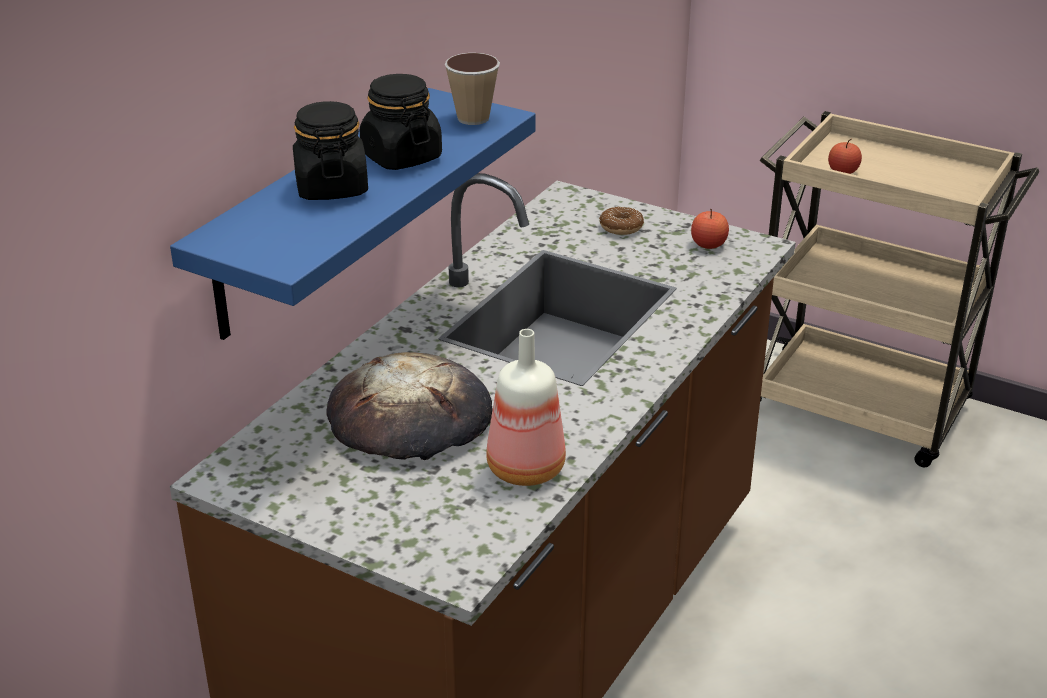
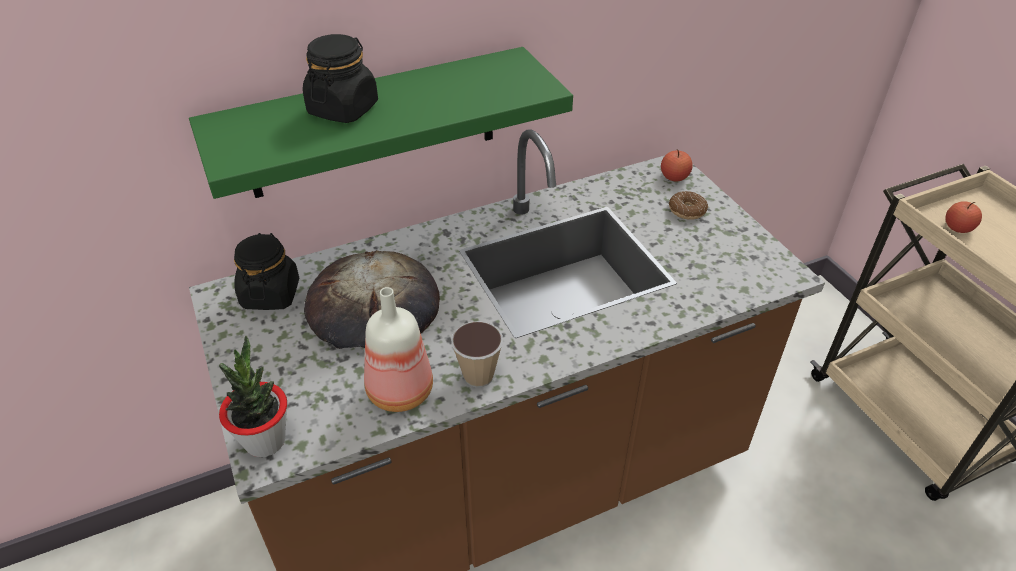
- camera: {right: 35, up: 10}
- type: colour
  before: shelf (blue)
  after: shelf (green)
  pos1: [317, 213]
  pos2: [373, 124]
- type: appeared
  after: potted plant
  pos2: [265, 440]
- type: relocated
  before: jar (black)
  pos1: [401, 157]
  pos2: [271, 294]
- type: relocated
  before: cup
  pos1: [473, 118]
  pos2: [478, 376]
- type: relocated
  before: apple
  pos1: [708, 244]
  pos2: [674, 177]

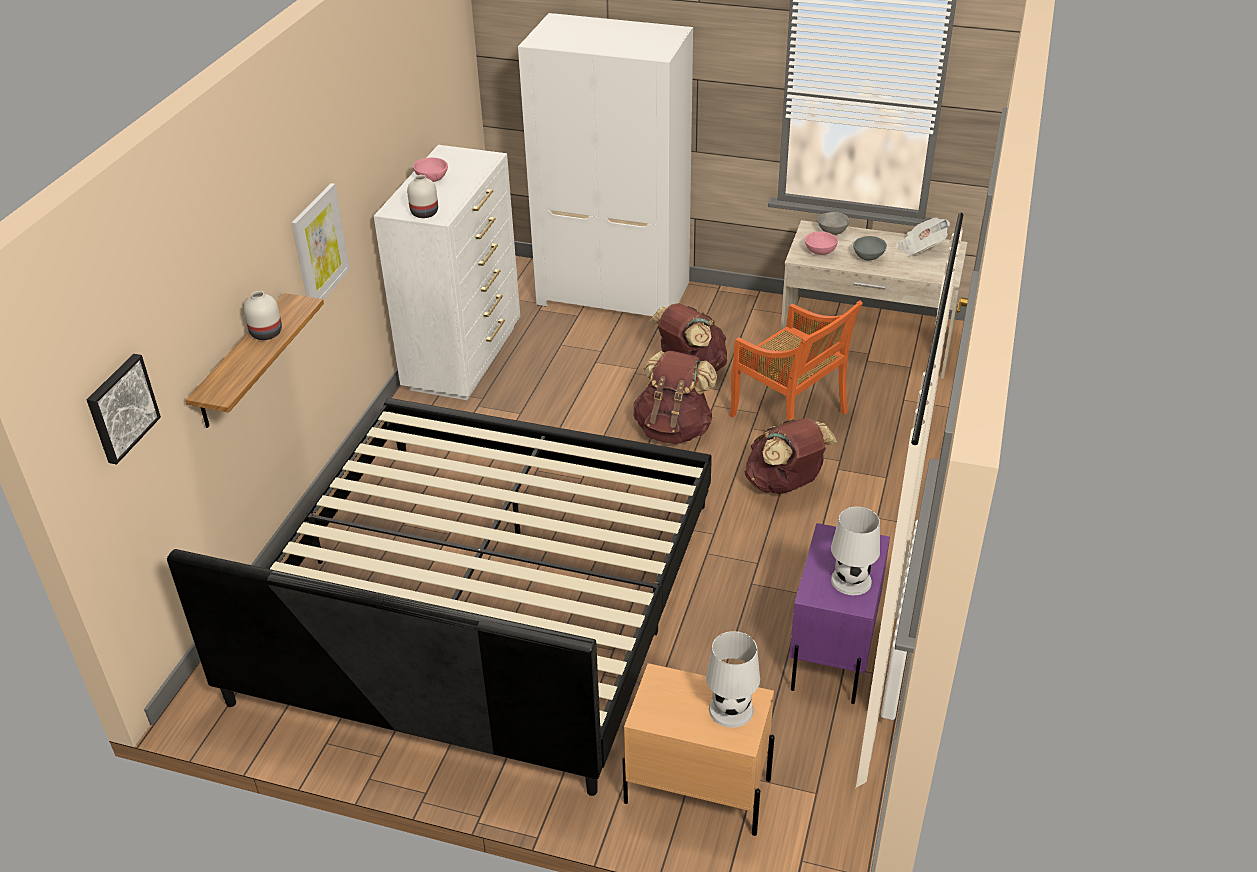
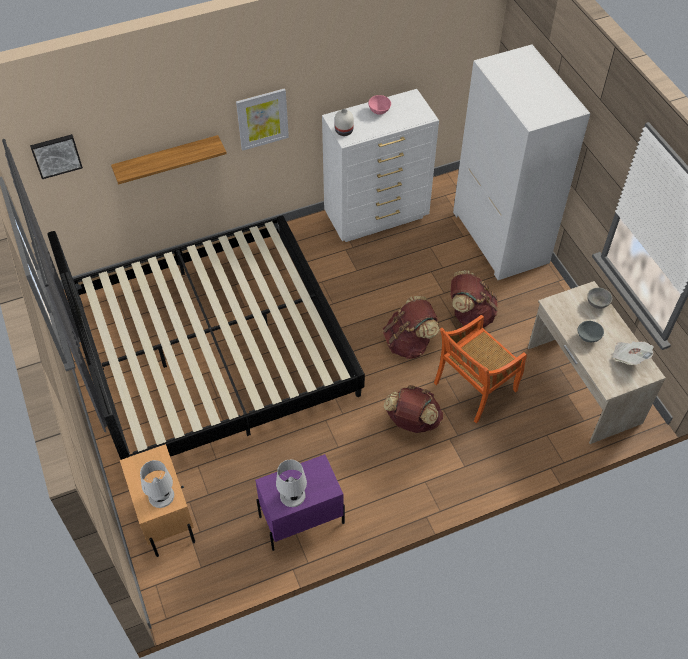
- camera: {right: 50, up: 15}
- type: spun
  before: chair (orange)
  pos1: [790, 415]
  pos2: [474, 388]
  turn: 45
- type: missing
  before: vase (white)
  pos1: [266, 334]
- type: missing
  before: bowl (pink)
  pos1: [820, 252]

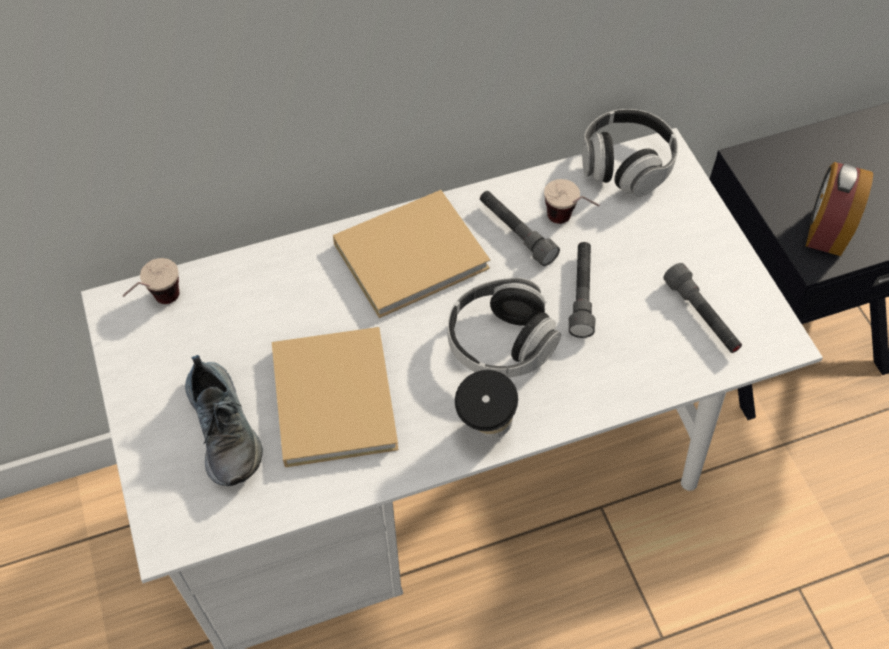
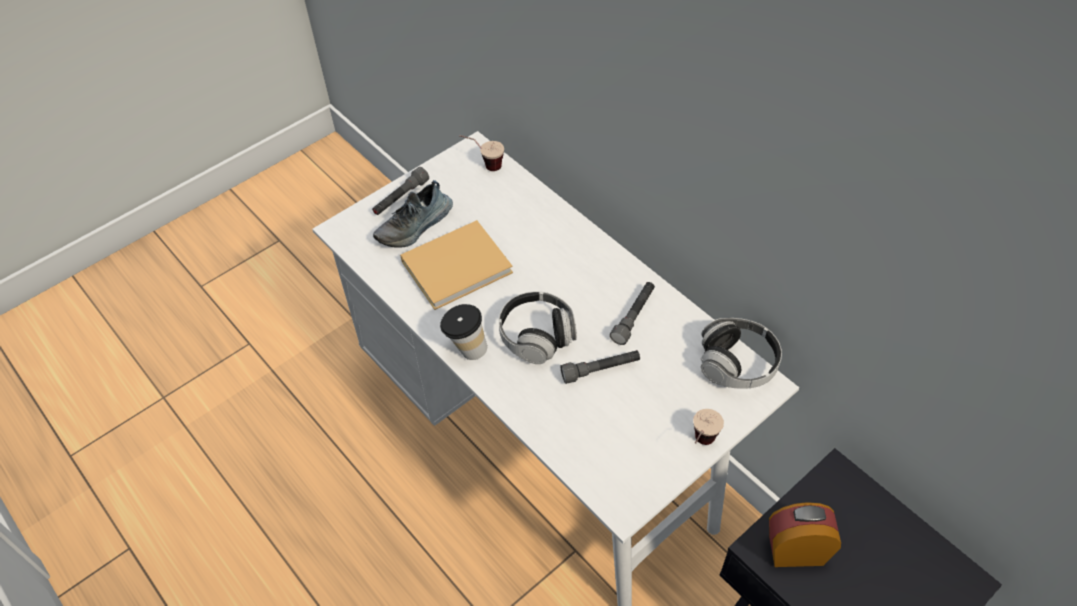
- camera: {right: 70, up: -5}
- type: relocated
  before: flashlight (grey)
  pos1: [701, 316]
  pos2: [400, 198]
- type: relocated
  before: cup
  pos1: [569, 223]
  pos2: [700, 446]
- type: missing
  before: book (beige)
  pos1: [415, 254]

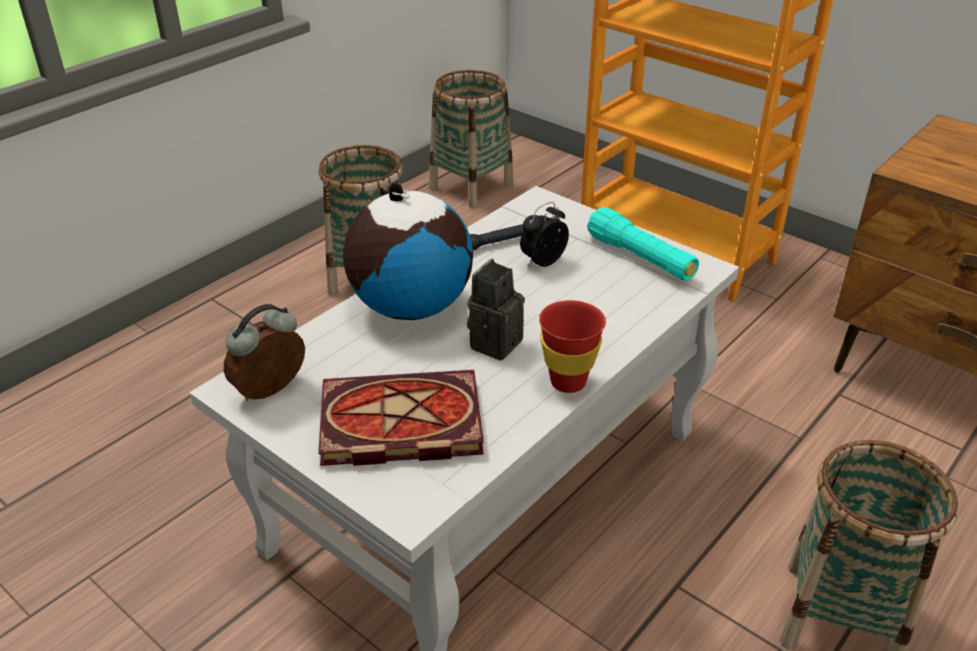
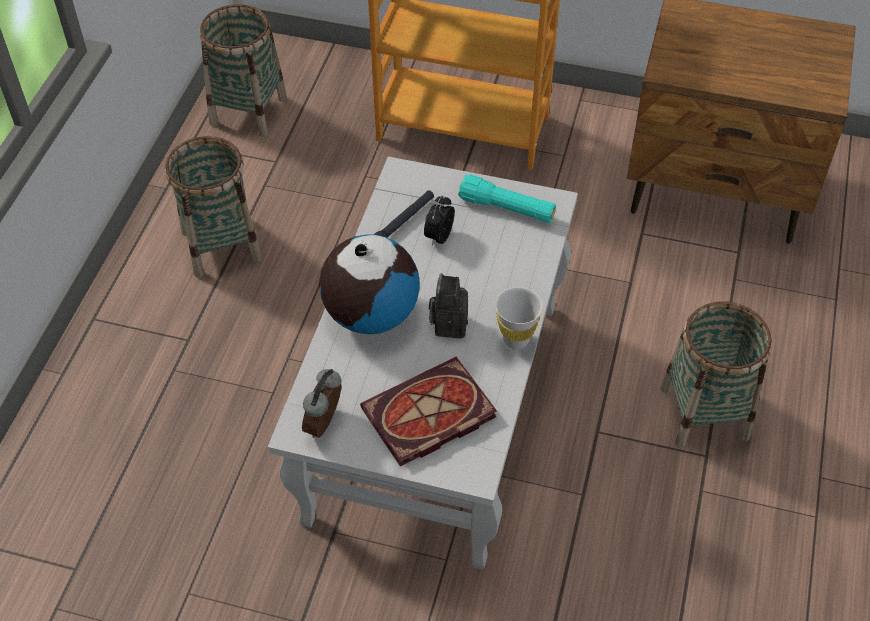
- camera: {right: -25, up: 15}
- type: colour
  before: cup (red)
  after: cup (white)
  pos1: [568, 382]
  pos2: [516, 339]

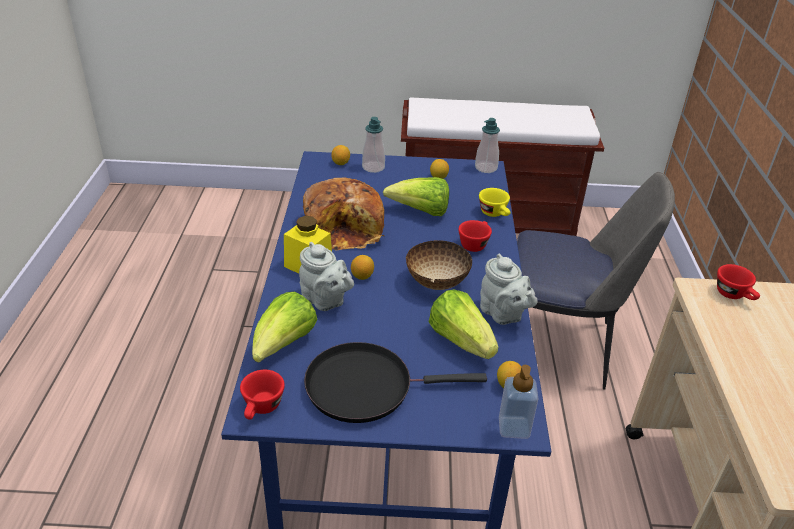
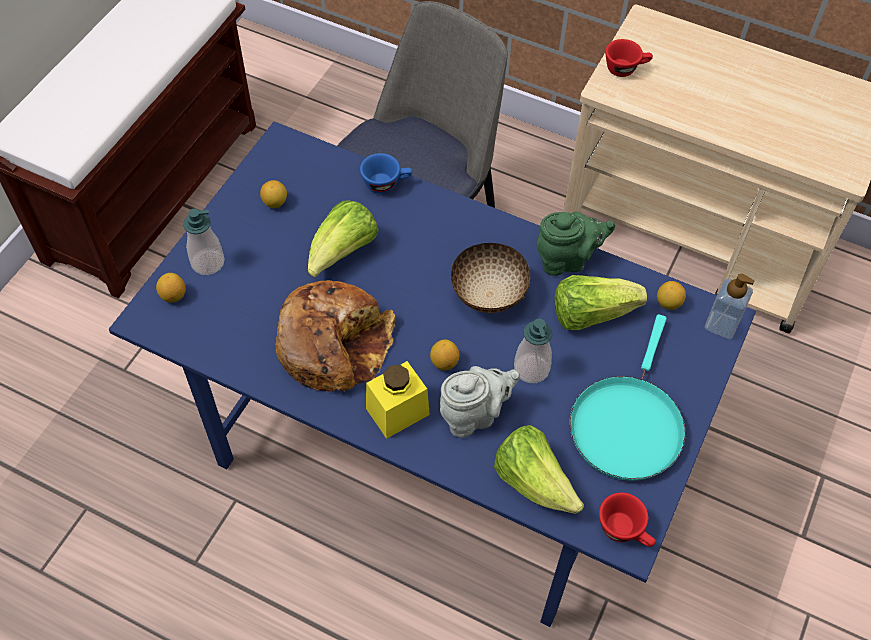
- camera: {right: -65, up: 20}
- type: colour
  before: cup (yellow)
  after: cup (blue)
  pos1: [495, 214]
  pos2: [386, 183]
- type: relocated
  before: soap dispenser
  pos1: [486, 168]
  pos2: [531, 369]
- type: colour
  before: teapot (grey)
  after: teapot (green)
  pos1: [503, 315]
  pos2: [567, 260]
- type: colour
  before: frying pan (black)
  after: frying pan (turquoise)
  pos1: [366, 386]
  pos2: [626, 424]
- type: missing
  before: cup (red)
  pos1: [474, 243]

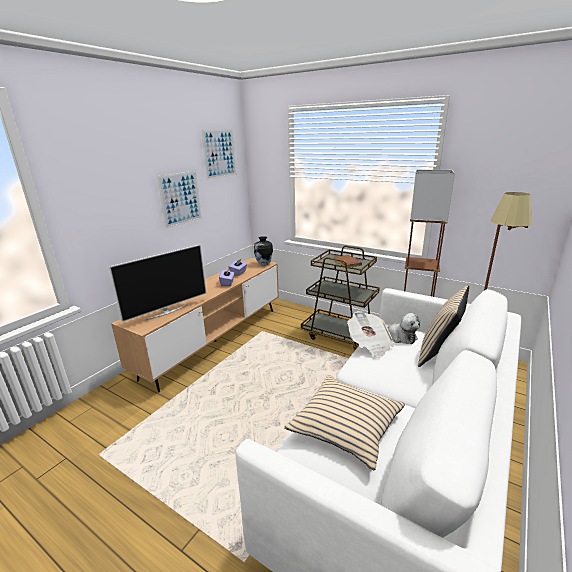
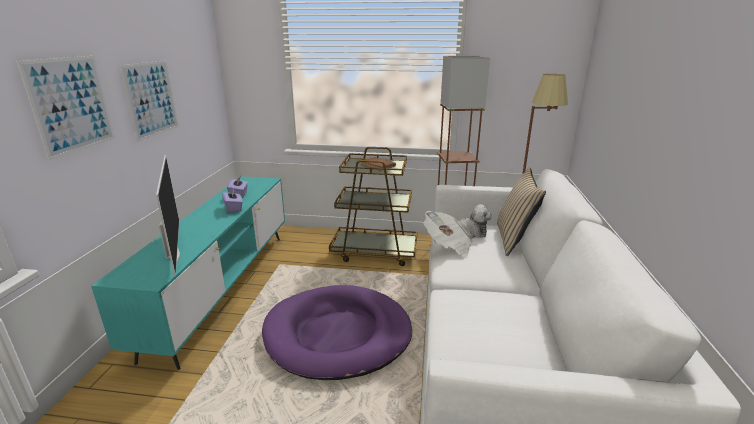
- camera: {right: -25, up: 0}
- type: relocated
  before: picture
  pos1: [219, 154]
  pos2: [72, 105]
- type: colour
  before: tv stand (brown)
  after: tv stand (turquoise)
  pos1: [215, 341]
  pos2: [224, 288]
- type: spun
  before: television
  pos1: [166, 312]
  pos2: [173, 256]
  turn: -45
- type: appeared
  after: dog bed (purple)
  pos2: [338, 334]
- type: missing
  before: vase
  pos1: [264, 264]
- type: missing
  before: pillow (beige)
  pos1: [346, 425]

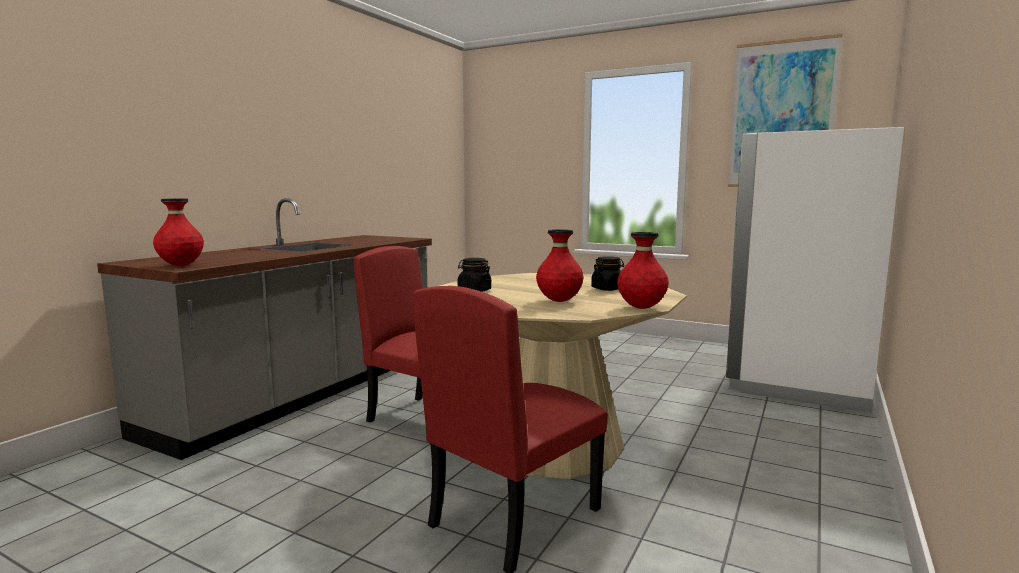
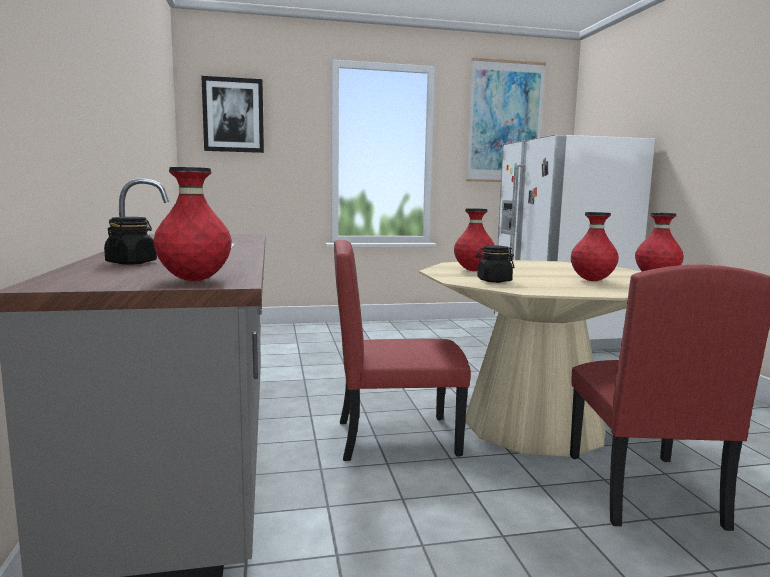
- camera: {right: -40, up: 0}
- type: relocated
  before: jar (black)
  pos1: [608, 289]
  pos2: [131, 262]
- type: appeared
  after: picture
  pos2: [233, 115]
- type: appeared
  after: vase (red)
  pos2: [473, 271]

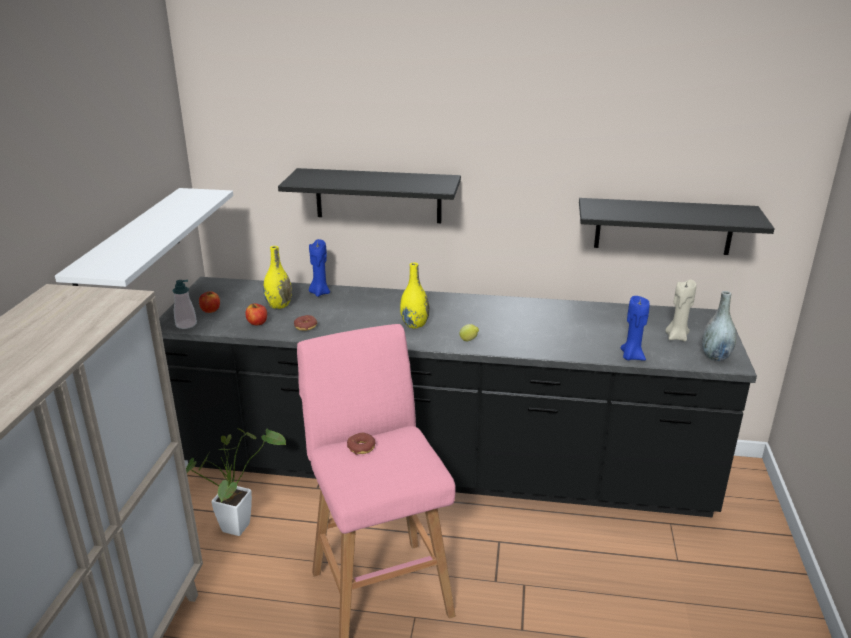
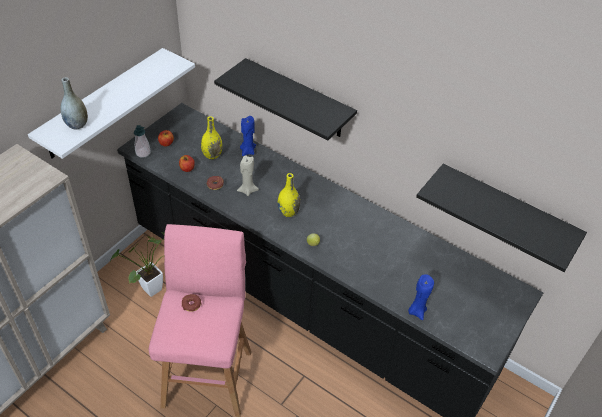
- camera: {right: 25, up: 20}
- type: relocated
  before: vase (grey)
  pos1: [715, 357]
  pos2: [77, 125]
- type: relocated
  before: candle (beige)
  pos1: [676, 337]
  pos2: [247, 190]

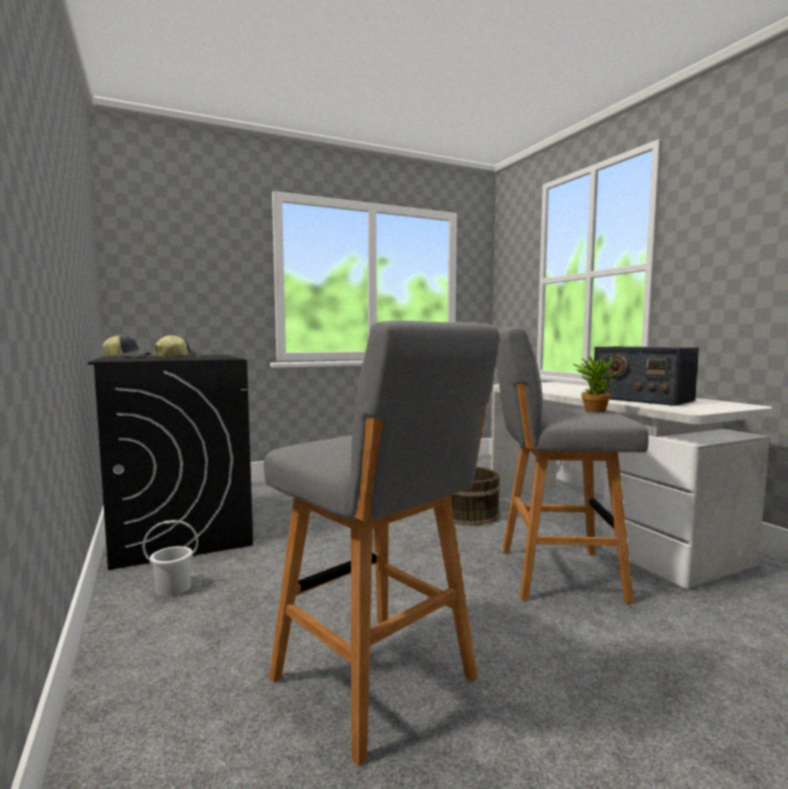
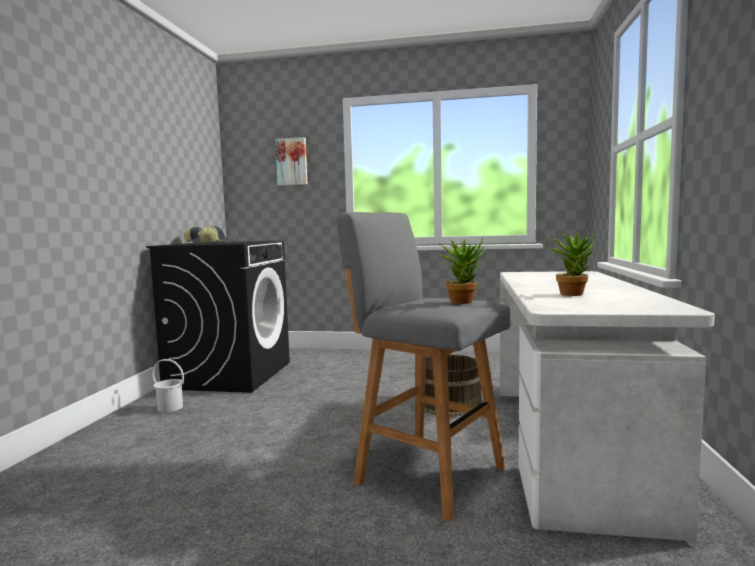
- camera: {right: 35, up: 0}
- type: appeared
  after: picture
  pos2: [292, 162]
- type: exchanged
  before: radio
  after: potted plant
  pos1: [641, 399]
  pos2: [573, 294]
- type: missing
  before: stool (grey)
  pos1: [378, 682]

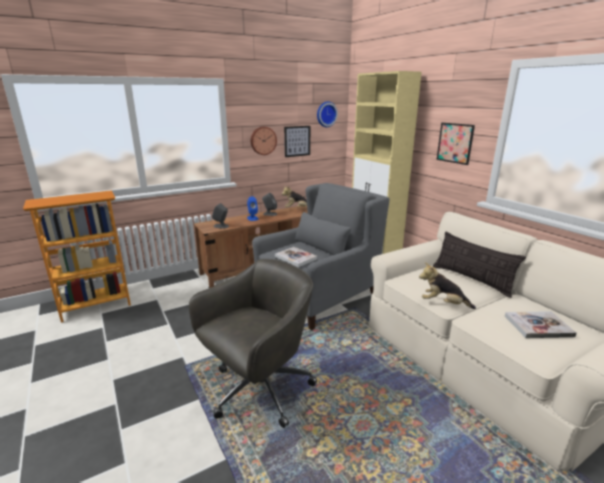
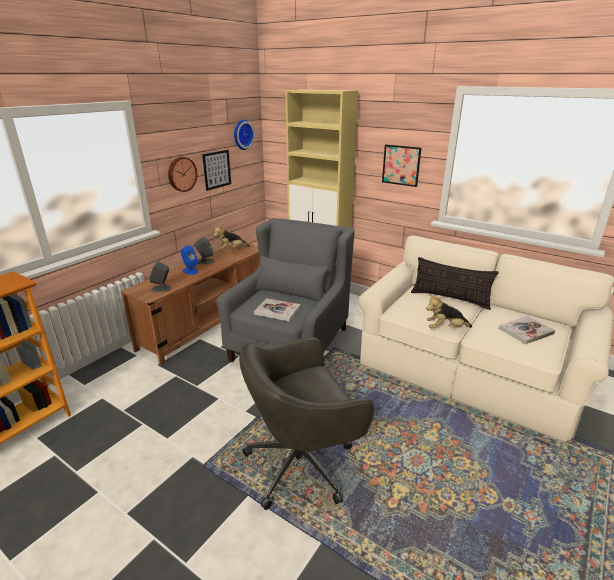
- camera: {right: -25, up: 5}
- type: spun
  before: office chair (grey)
  pos1: [259, 390]
  pos2: [303, 463]
  turn: -135

